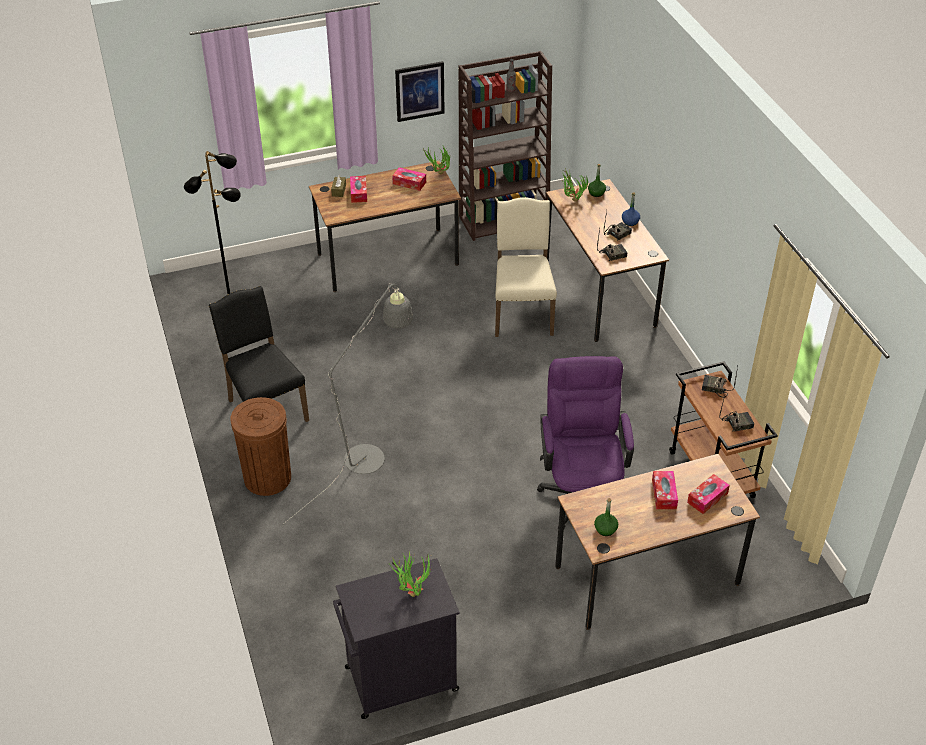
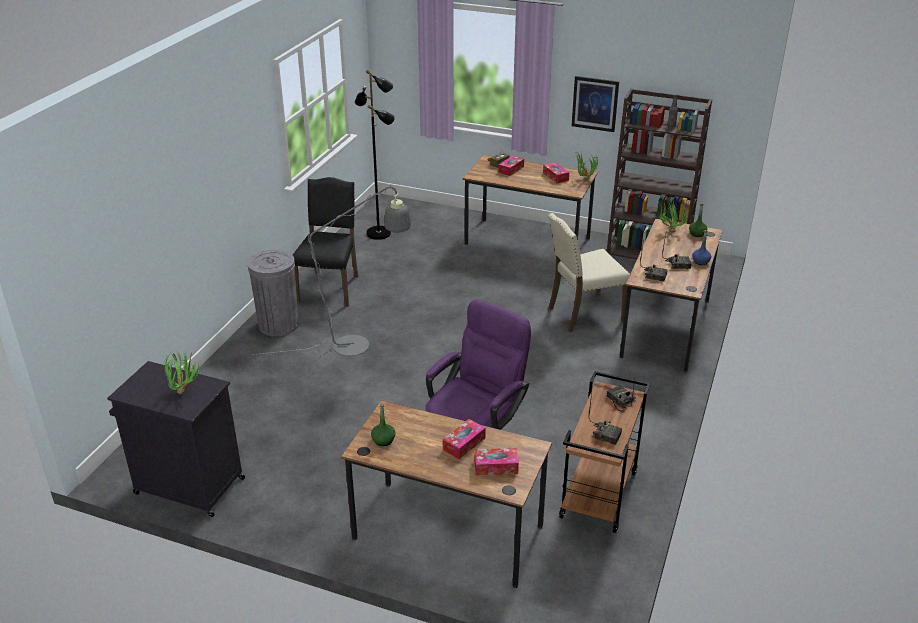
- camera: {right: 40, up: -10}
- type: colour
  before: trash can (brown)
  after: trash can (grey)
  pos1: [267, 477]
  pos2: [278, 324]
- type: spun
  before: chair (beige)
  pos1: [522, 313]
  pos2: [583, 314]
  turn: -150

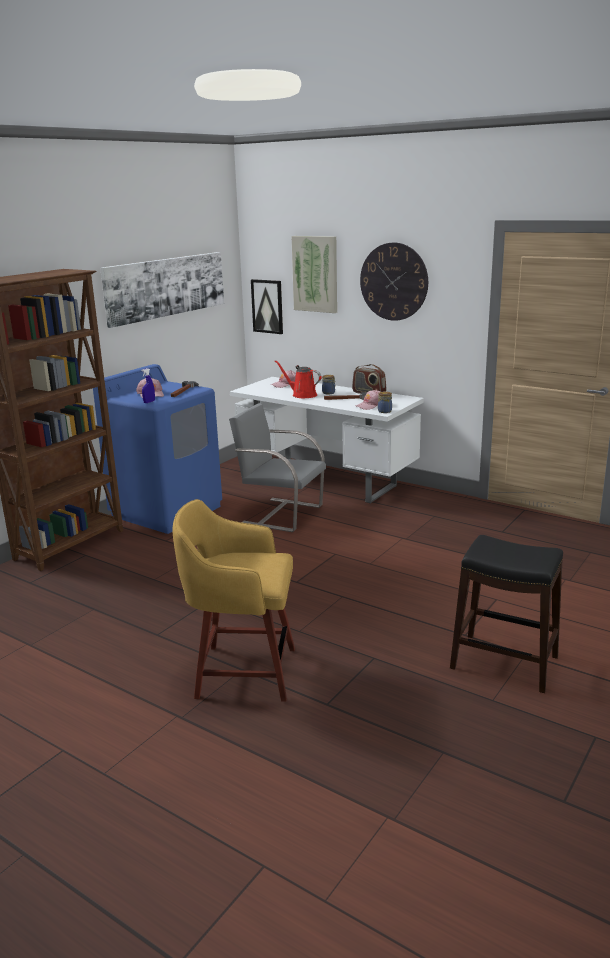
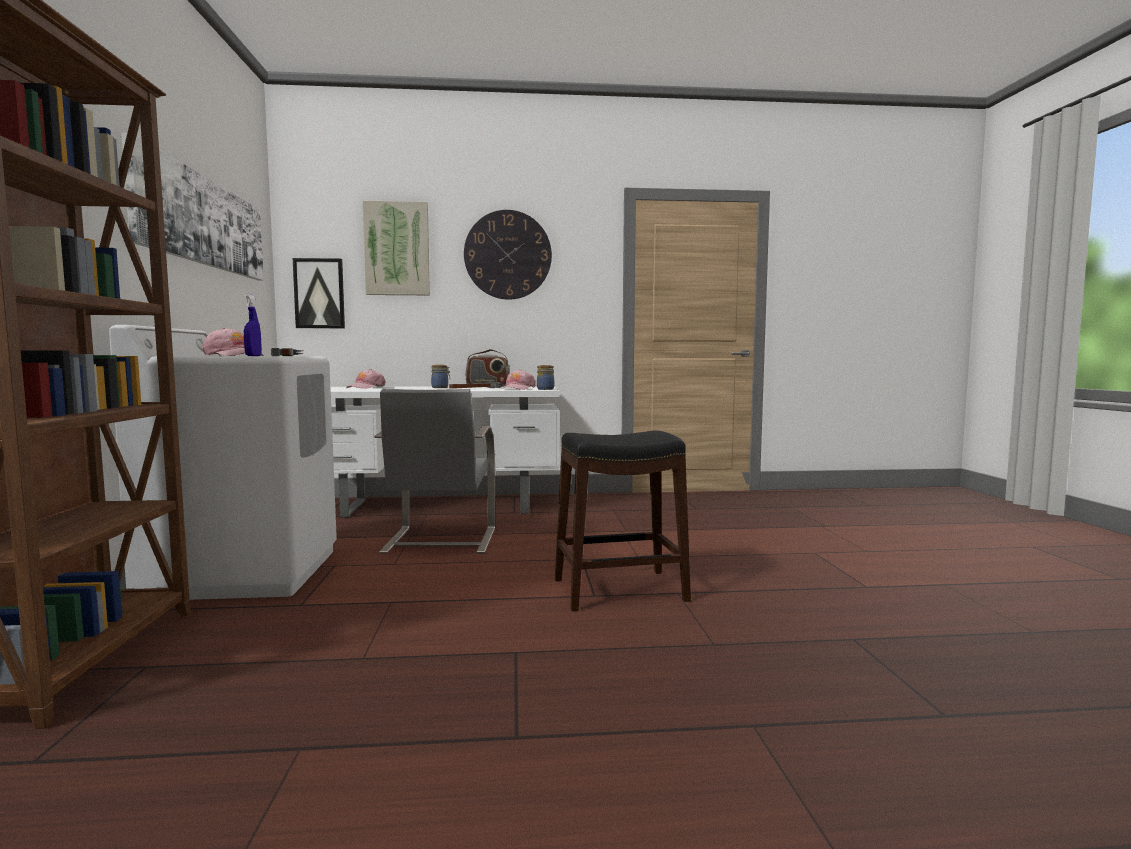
- camera: {right: -40, up: -15}
- type: colour
  before: washing machine (blue)
  after: washing machine (white)
  pos1: [167, 511]
  pos2: [245, 572]
- type: spun
  before: chair (grey)
  pos1: [281, 514]
  pos2: [439, 541]
  turn: -75
- type: relocated
  before: stool (black)
  pos1: [504, 663]
  pos2: [620, 590]
- type: missing
  before: stool (yellow)
  pos1: [242, 672]
- type: missing
  before: watering can (red)
  pos1: [302, 395]

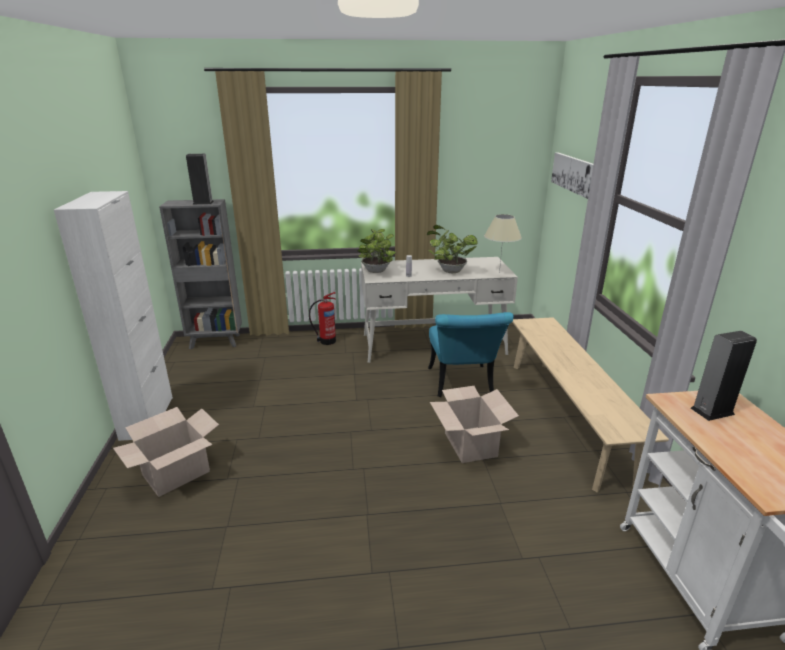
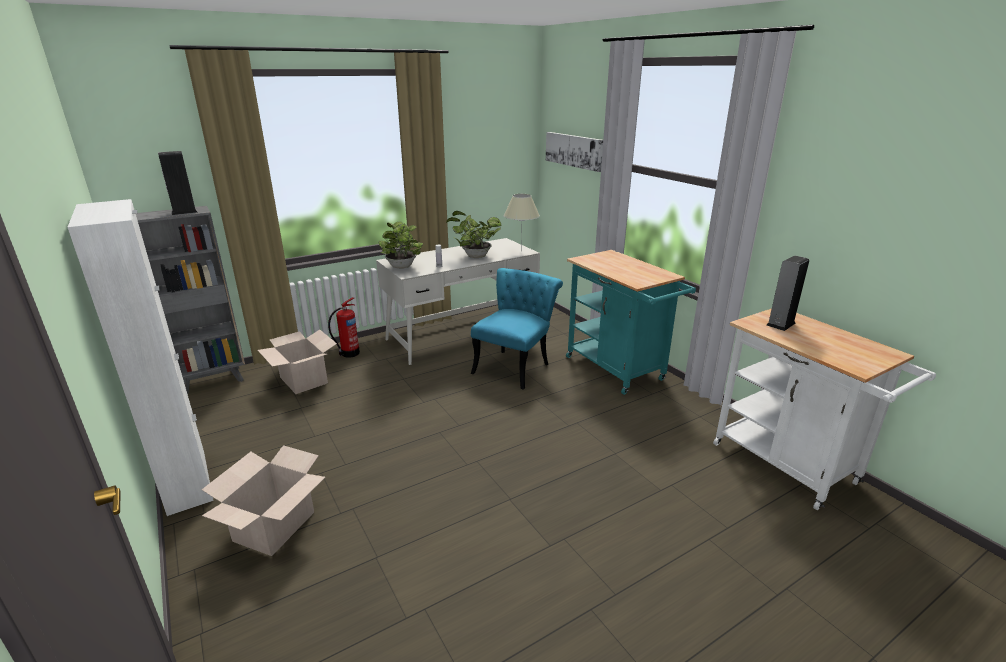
- camera: {right: -25, up: 0}
- type: relocated
  before: cardboard box
  pos1: [471, 444]
  pos2: [304, 380]
- type: spun
  before: chair (turquoise)
  pos1: [462, 385]
  pos2: [515, 365]
  turn: -120
- type: exchanged
  before: bench (beige)
  after: cart (turquoise)
  pos1: [566, 417]
  pos2: [618, 371]

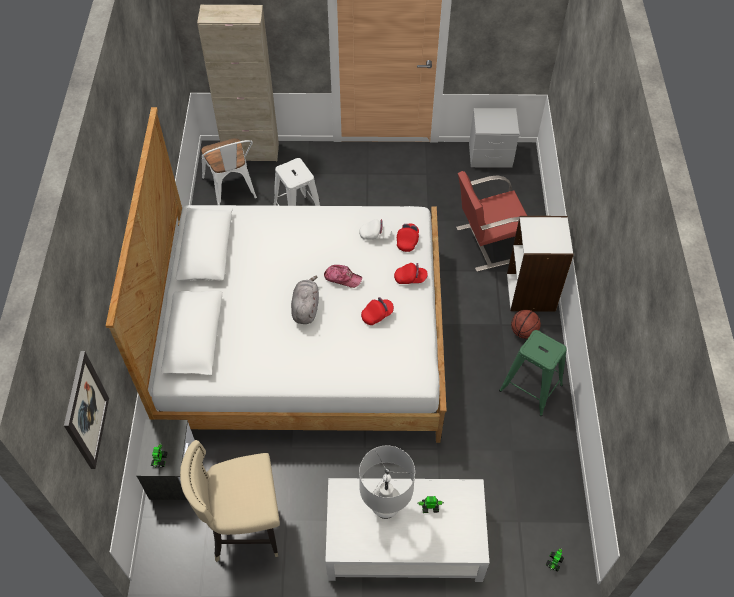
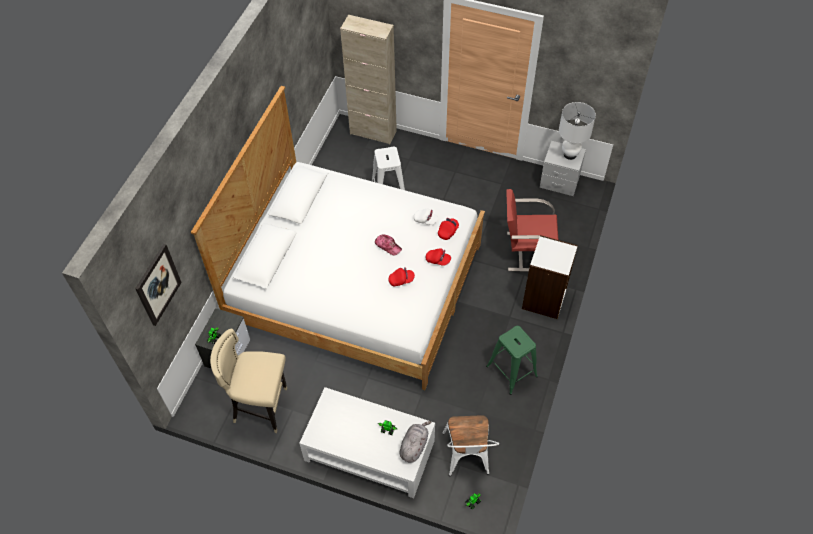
- camera: {right: 20, up: 0}
- type: relocated
  before: plush toy (grey)
  pos1: [305, 308]
  pos2: [414, 446]
- type: relocated
  before: chair (white)
  pos1: [232, 191]
  pos2: [467, 457]
- type: relocated
  before: table lamp (white)
  pos1: [385, 509]
  pos2: [570, 154]
- type: missing
  before: basketball
  pos1: [523, 332]

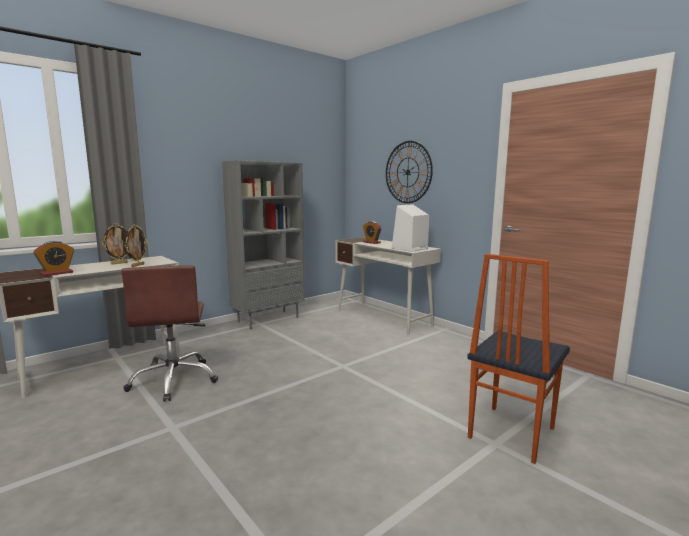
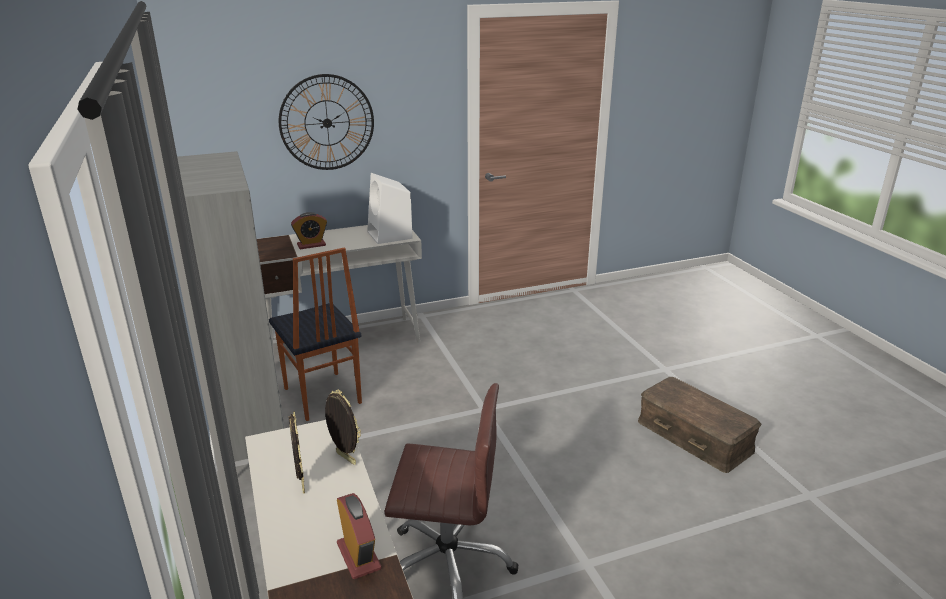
- camera: {right: -70, up: 15}
- type: relocated
  before: chair
  pos1: [509, 432]
  pos2: [321, 396]
- type: appeared
  after: storage box (brown)
  pos2: [695, 435]

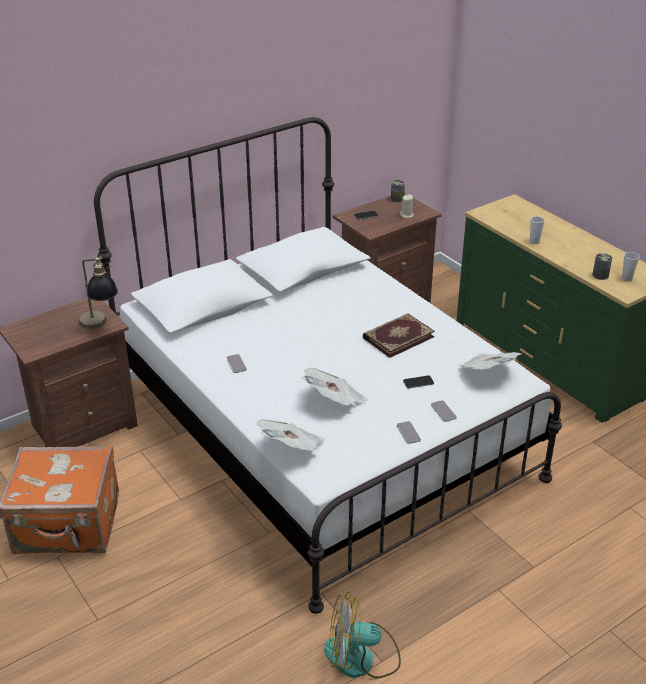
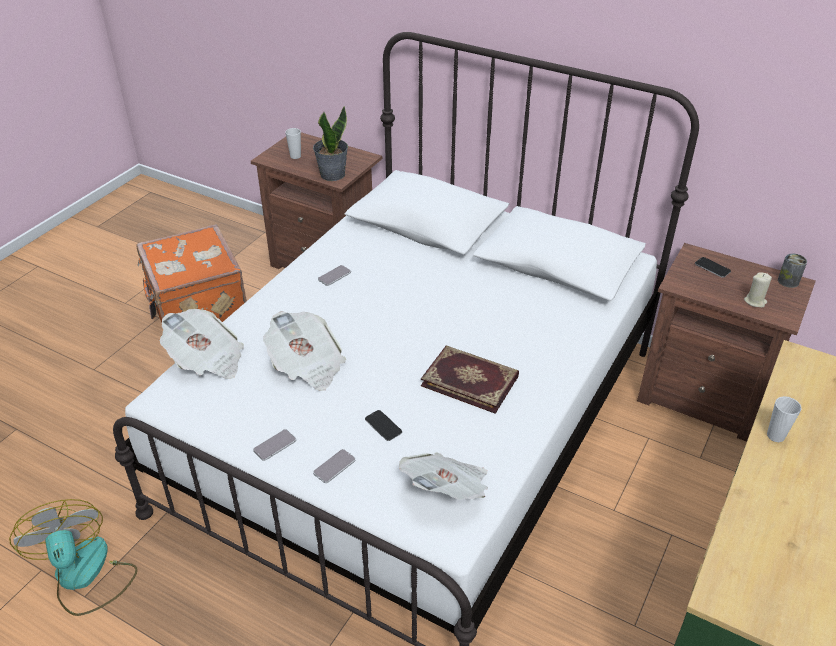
- camera: {right: 65, up: 5}
- type: relocated
  before: cup
  pos1: [627, 278]
  pos2: [295, 156]
- type: exchanged
  before: table lamp
  after: potted plant
  pos1: [100, 325]
  pos2: [332, 174]
- type: missing
  before: can
  pos1: [600, 275]

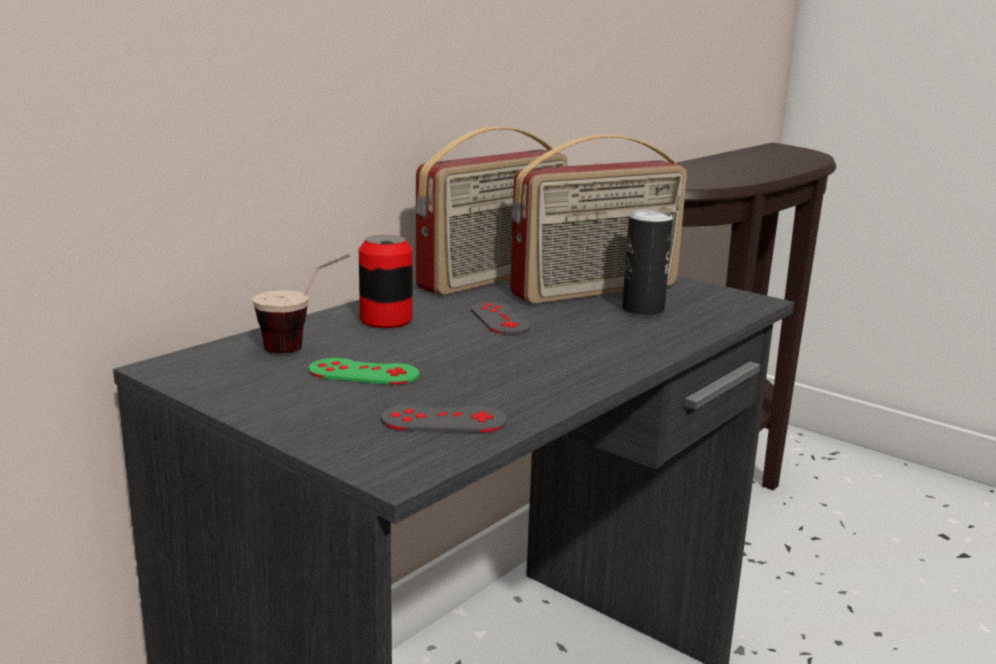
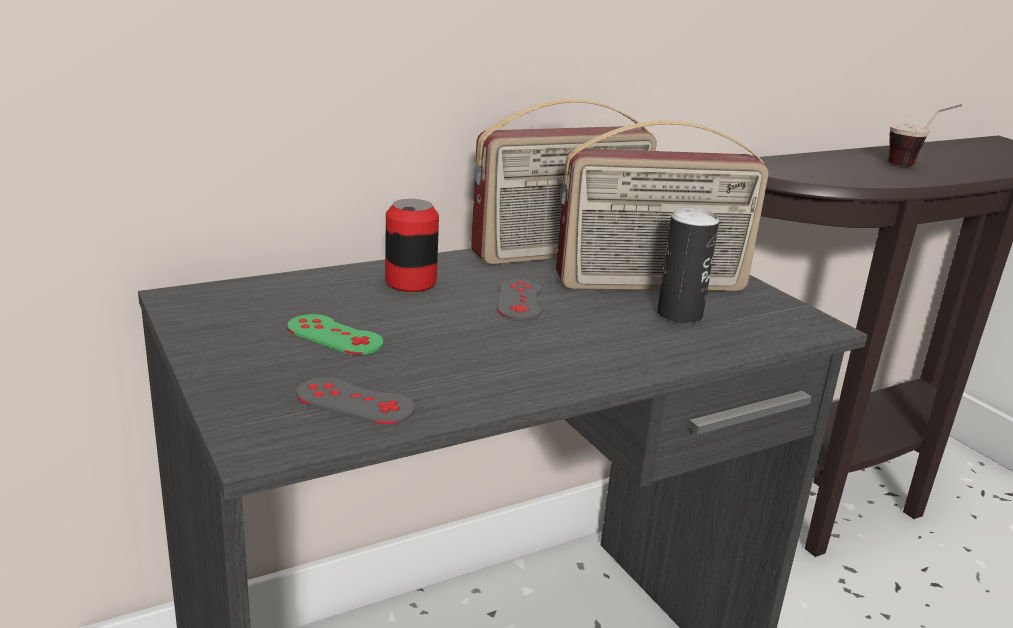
- camera: {right: 20, up: 5}
- type: relocated
  before: cup
  pos1: [304, 345]
  pos2: [914, 164]

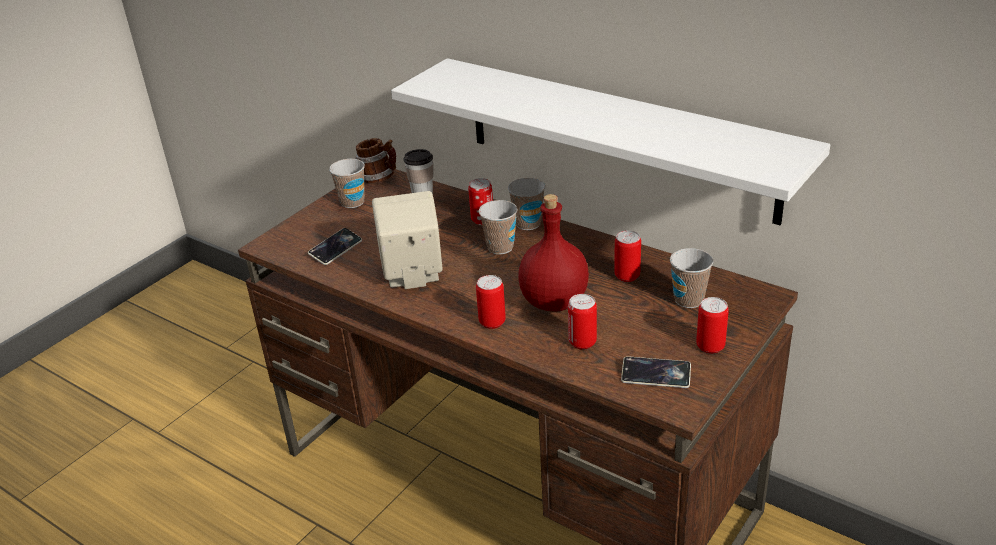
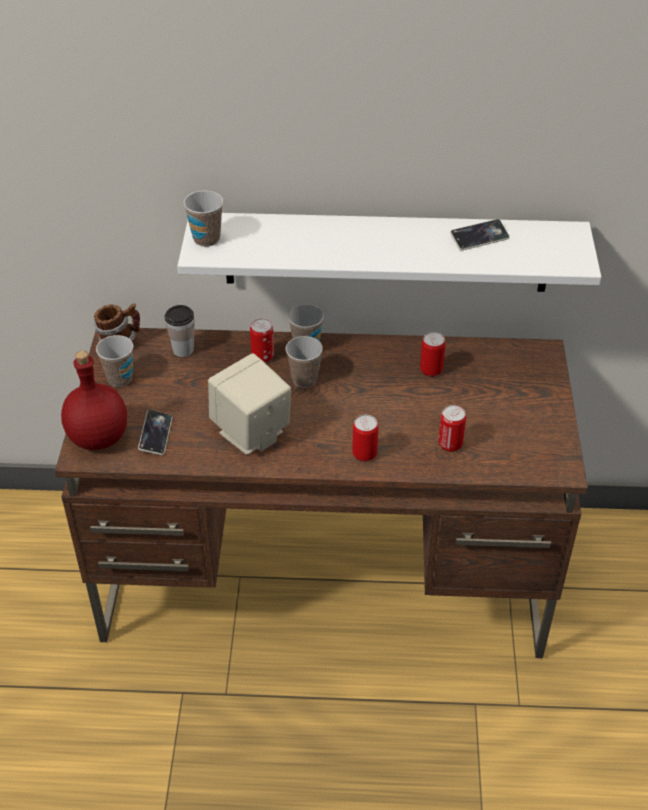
- camera: {right: -35, up: 10}
- type: relocated
  before: bottle (red)
  pos1: [553, 301]
  pos2: [97, 437]
- type: relocated
  before: cup
  pos1: [688, 300]
  pos2: [206, 239]
- type: relocated
  before: phone
  pos1: [655, 376]
  pos2: [479, 238]
- type: missing
  before: can
  pos1: [710, 346]

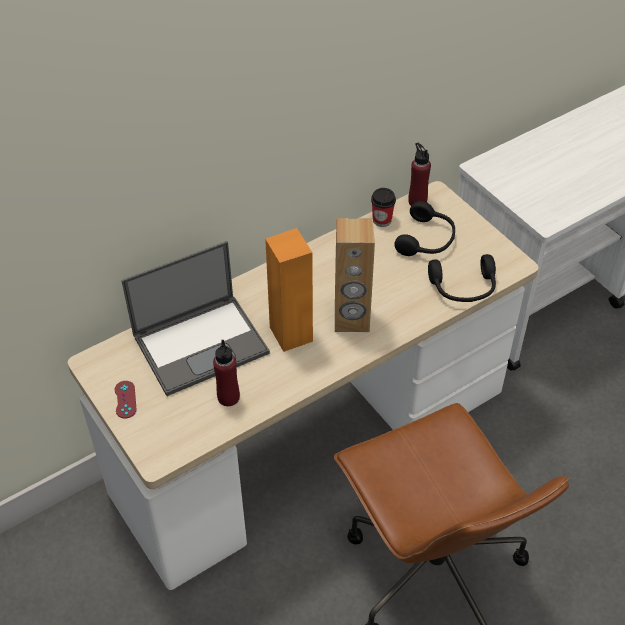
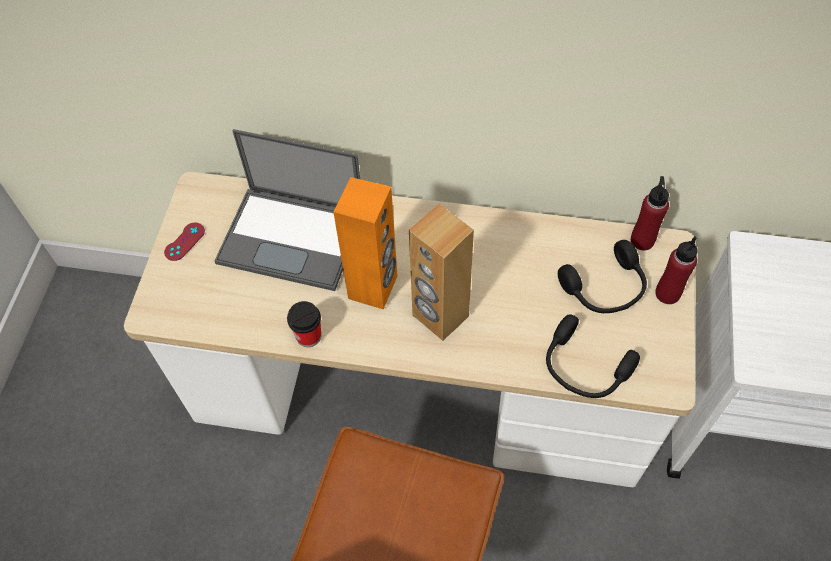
- camera: {right: 45, up: 10}
- type: relocated
  before: cup
  pos1: [382, 220]
  pos2: [308, 336]
- type: relocated
  before: bottle (red)
  pos1: [228, 397]
  pos2: [667, 293]

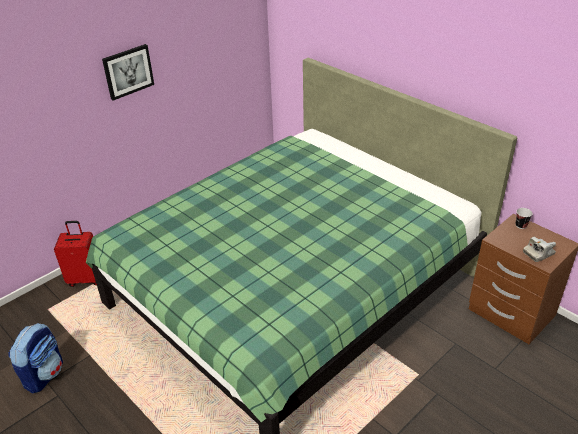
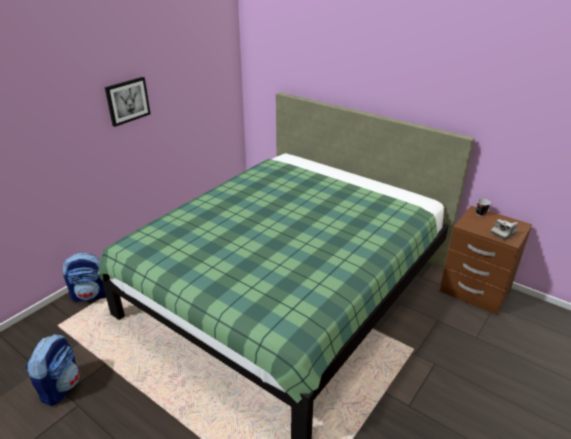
- camera: {right: -10, up: -5}
- type: exchanged
  before: suitcase (red)
  after: backpack
  pos1: [86, 278]
  pos2: [92, 295]

